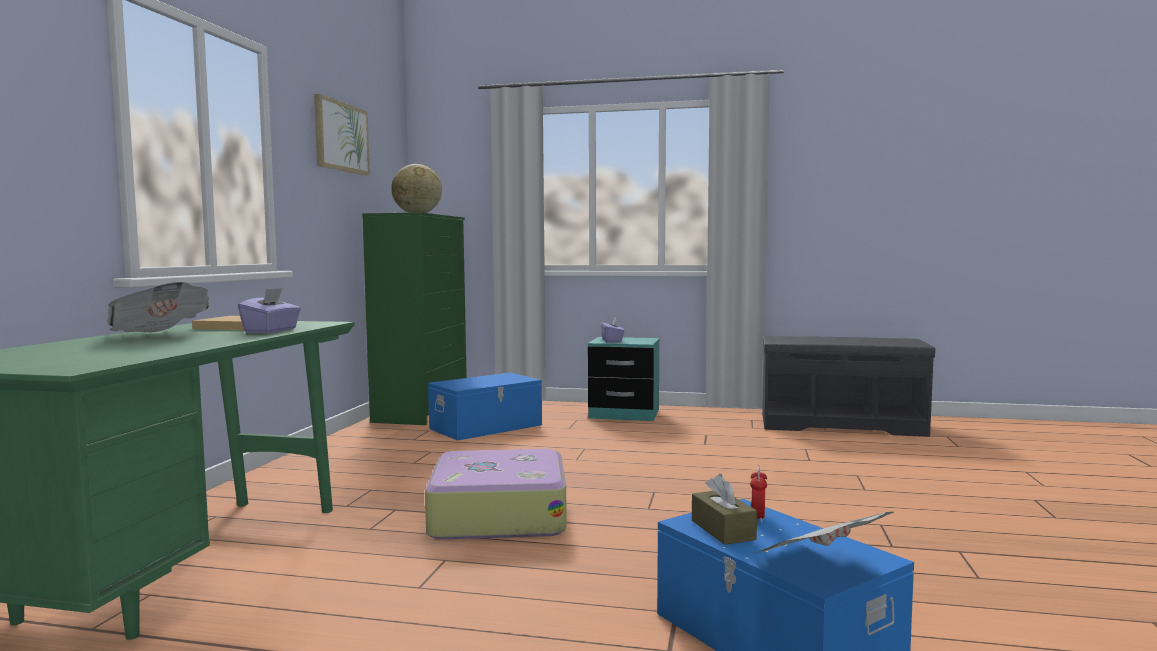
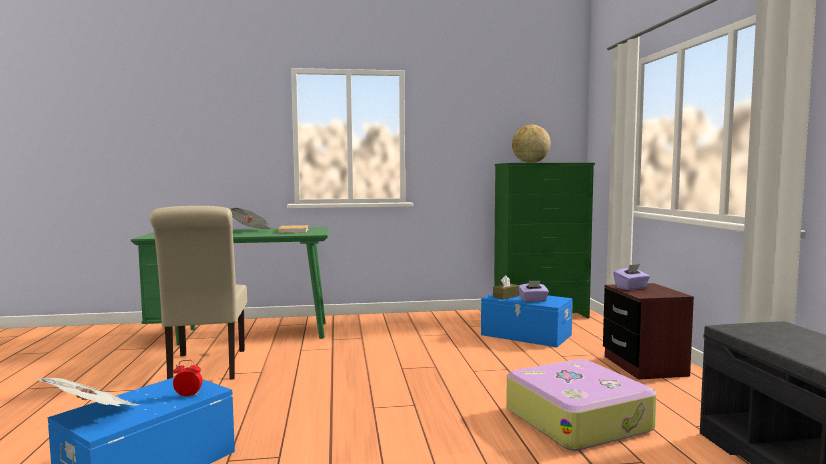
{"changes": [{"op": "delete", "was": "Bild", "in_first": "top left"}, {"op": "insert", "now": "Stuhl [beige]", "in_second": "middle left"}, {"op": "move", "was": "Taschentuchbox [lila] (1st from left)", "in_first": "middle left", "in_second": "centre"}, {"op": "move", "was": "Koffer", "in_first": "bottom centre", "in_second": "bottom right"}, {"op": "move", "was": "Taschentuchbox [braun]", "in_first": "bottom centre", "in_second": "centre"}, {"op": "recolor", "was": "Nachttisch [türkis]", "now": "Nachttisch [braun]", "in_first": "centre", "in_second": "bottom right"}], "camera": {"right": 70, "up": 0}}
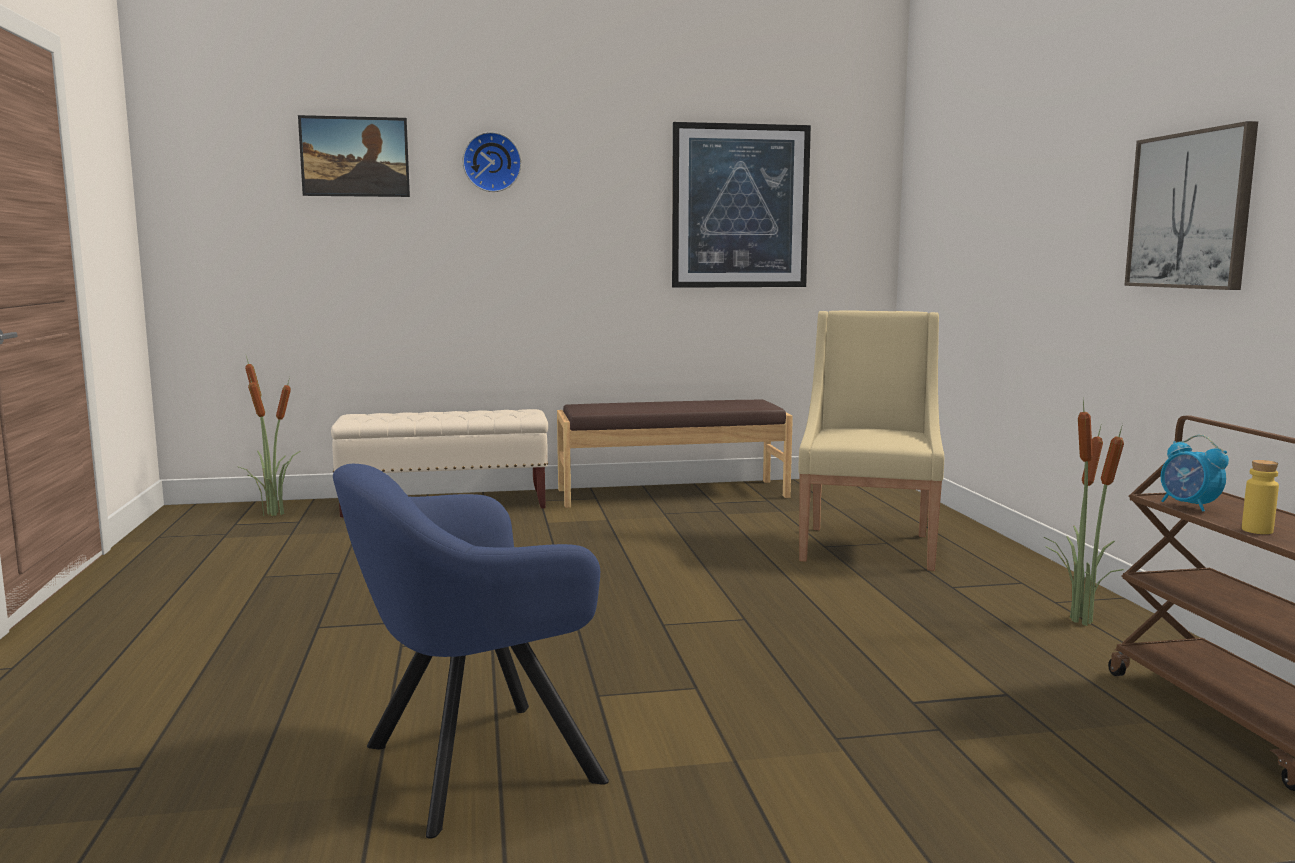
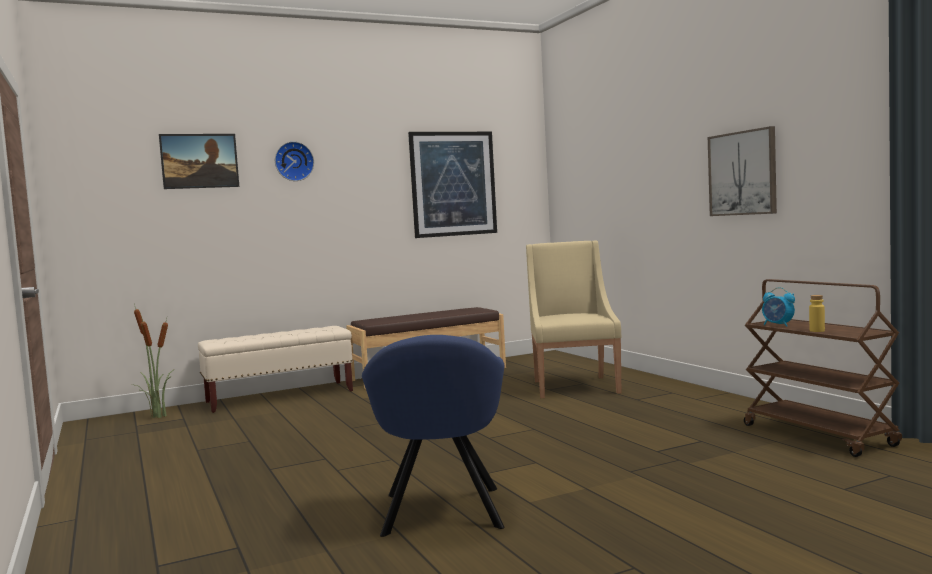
{"changes": [{"op": "delete", "was": "Topfpflanze (2nd from left)", "in_first": "middle right"}, {"op": "rotate", "was": "Sessel [blau]", "in_first": "bottom centre", "in_second": "bottom centre", "clockwise": -45}], "camera": {"right": -15, "up": -5}}
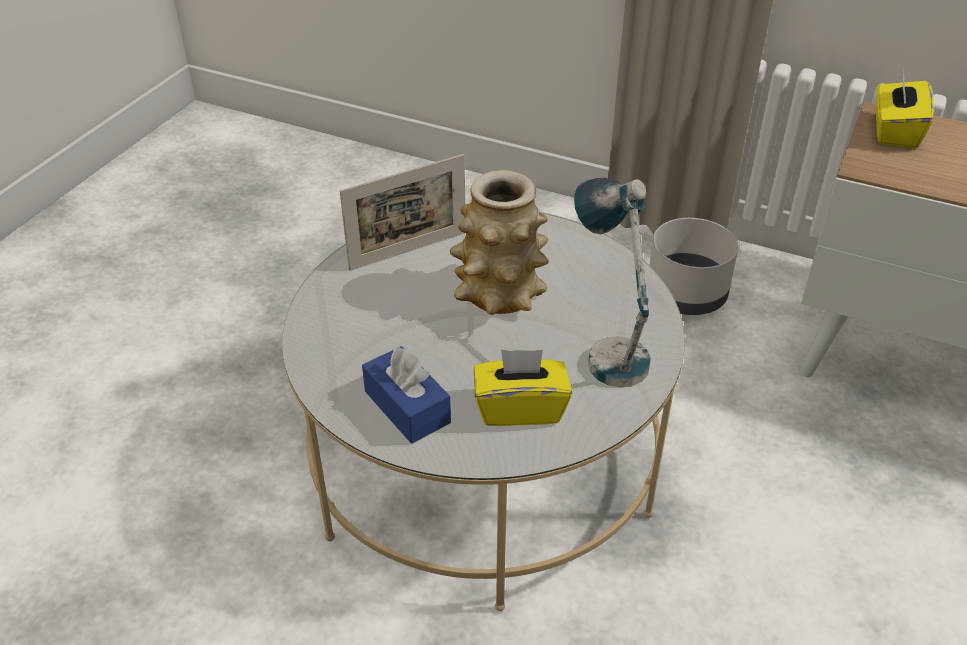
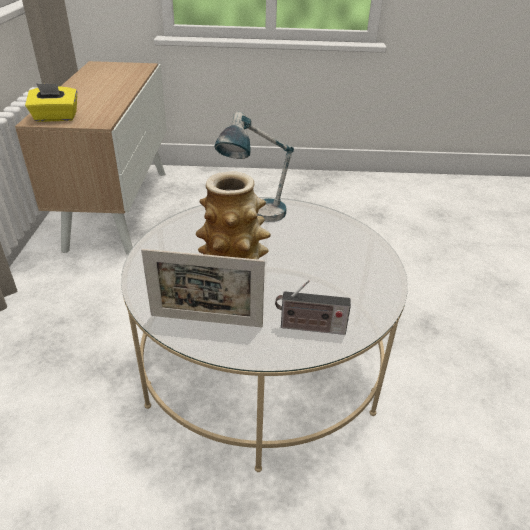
{"changes": [{"op": "delete", "was": "Taschentuchbox [blau]", "in_first": "centre"}, {"op": "delete", "was": "Taschentuchbox [gelb] (1st from left)", "in_first": "centre"}, {"op": "delete", "was": "Pflanzkübel [grau]", "in_first": "middle right"}, {"op": "insert", "now": "Radio", "in_second": "centre"}, {"op": "rotate", "was": "Bilderrahmen", "in_first": "top centre", "in_second": "centre", "clockwise": 150}], "camera": {"right": -115, "up": -5}}
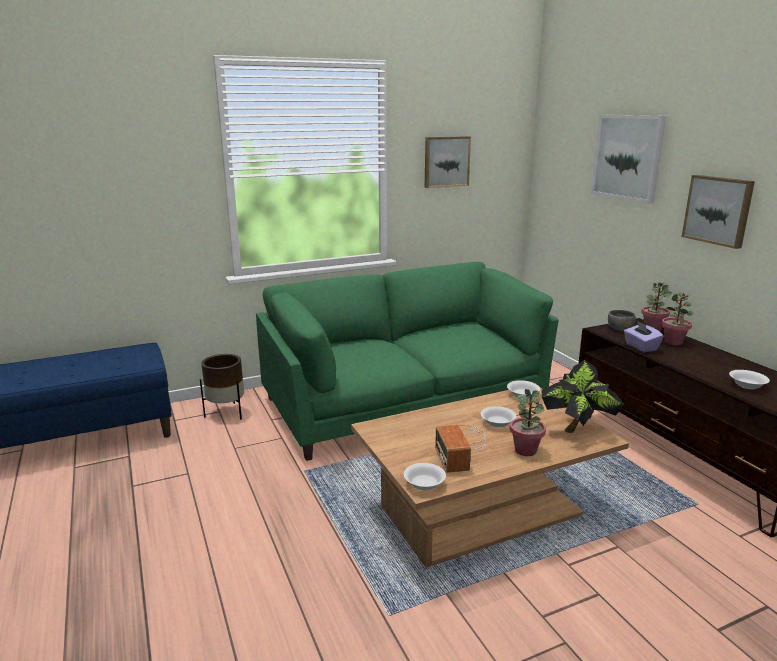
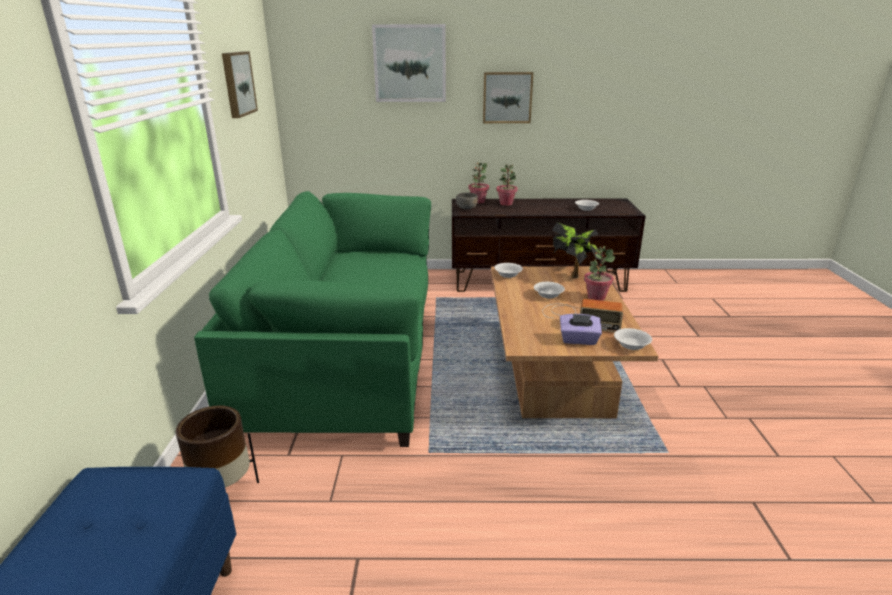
{"changes": [{"op": "move", "was": "Taschentuchbox [lila]", "in_first": "middle right", "in_second": "centre"}], "camera": {"right": -65, "up": 5}}
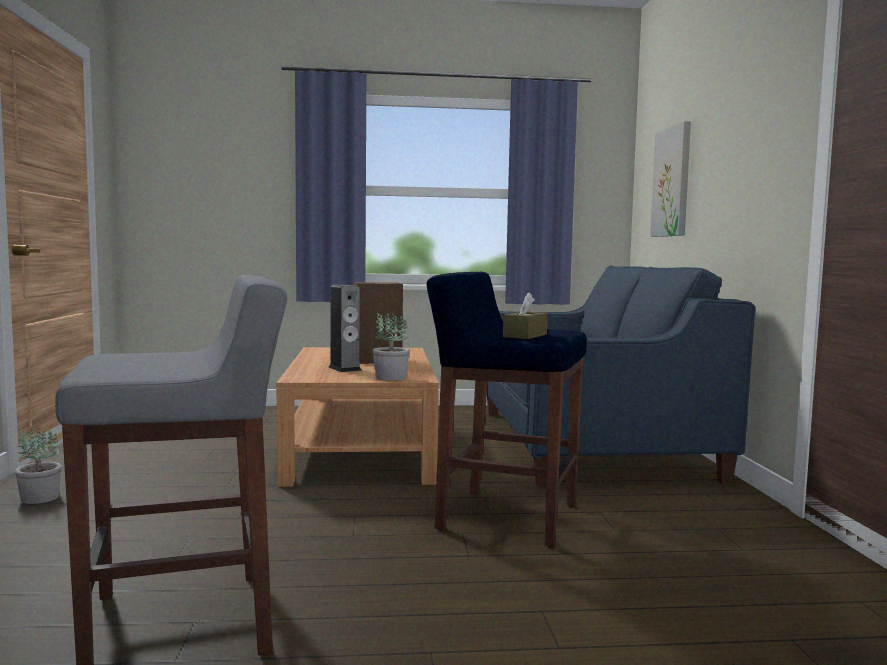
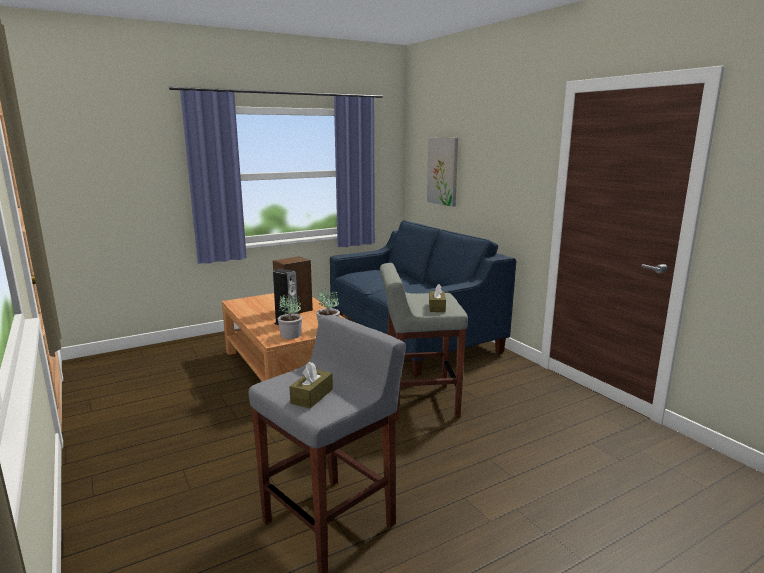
{"changes": [{"op": "insert", "now": "Taschentuchbox [braun] (1st from left)", "in_second": "bottom centre"}, {"op": "move", "was": "Topfpflanze (1st from left)", "in_first": "bottom left", "in_second": "centre"}, {"op": "recolor", "was": "Hocker [blau]", "now": "Hocker [grau] (2nd from left)", "in_first": "centre", "in_second": "centre"}], "camera": {"right": -25, "up": 10}}
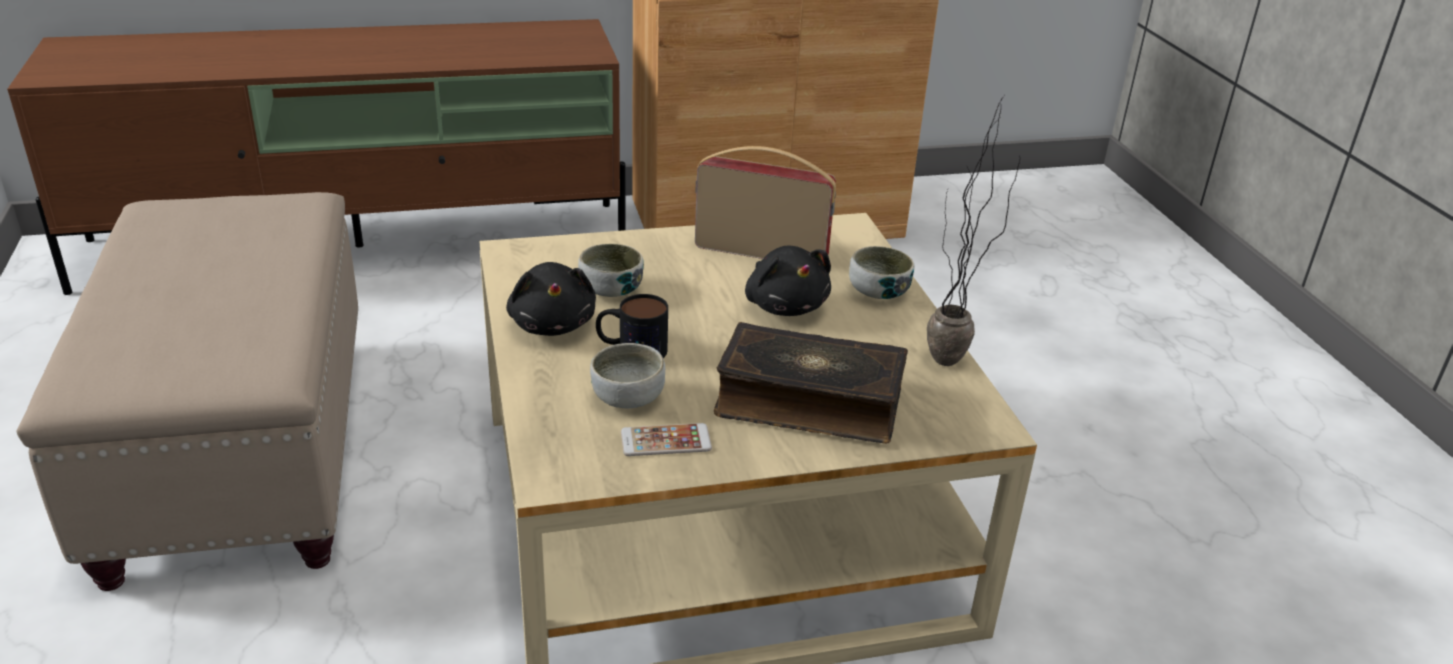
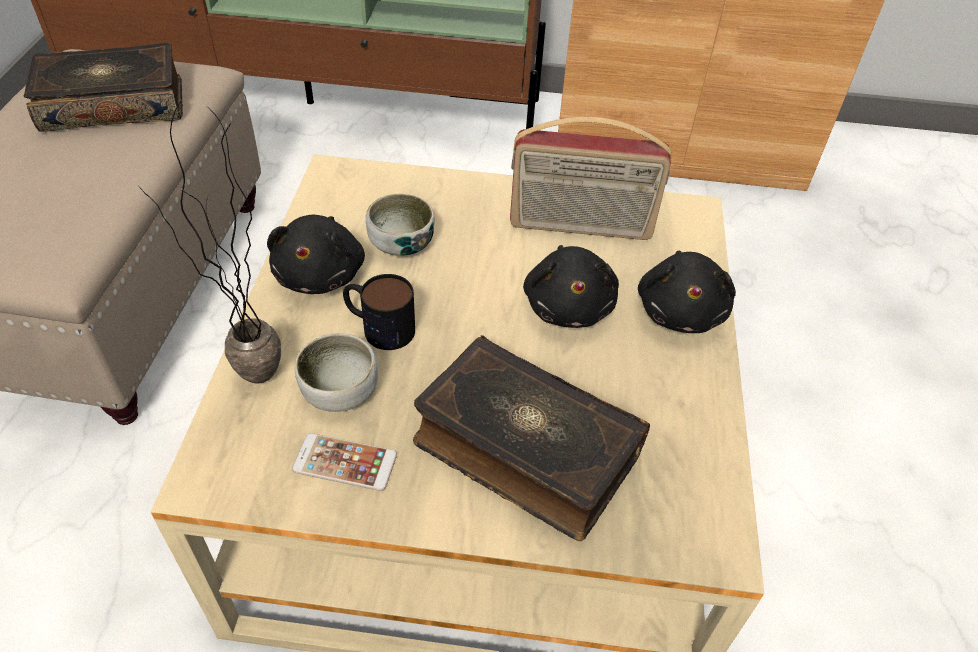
{"changes": [{"op": "insert", "now": "Buch (1st from left)", "in_second": "top left"}, {"op": "move", "was": "Topfpflanze", "in_first": "middle right", "in_second": "middle left"}, {"op": "replace", "was": "Schüssel (3rd from left)", "now": "Plüschtier [schwarz] (3rd from left)", "in_first": "centre", "in_second": "middle right"}, {"op": "rotate", "was": "Radio", "in_first": "top centre", "in_second": "top centre", "clockwise": 150}], "camera": {"right": 20, "up": 15}}
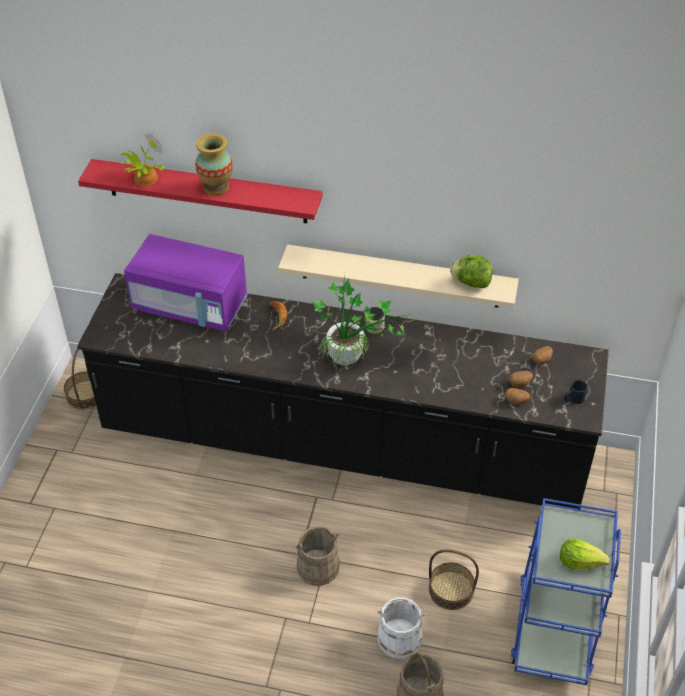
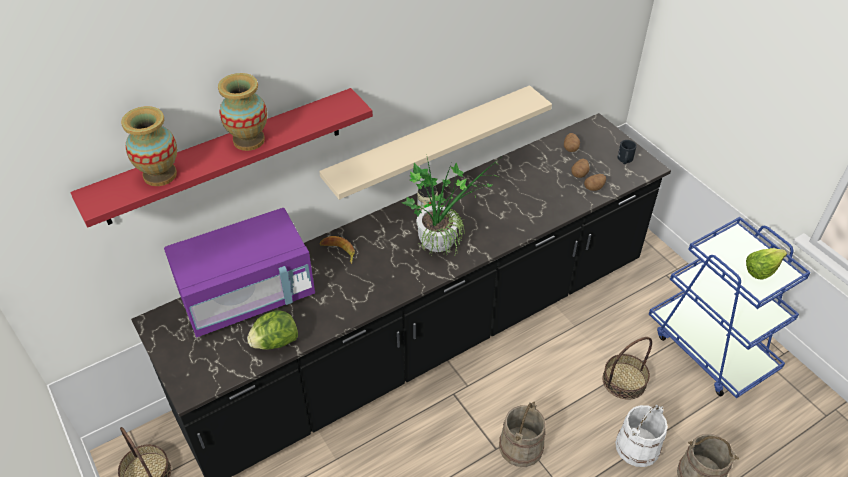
{"changes": [{"op": "move", "was": "Salatkopf (1st from left)", "in_first": "middle right", "in_second": "bottom left"}, {"op": "replace", "was": "Topfpflanze (1st from left)", "now": "Vase (1st from left)", "in_first": "top left", "in_second": "top left"}], "camera": {"right": -45, "up": 0}}
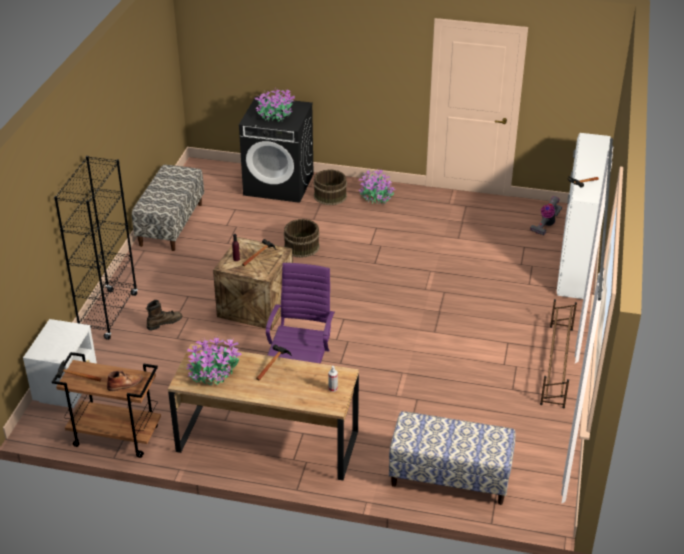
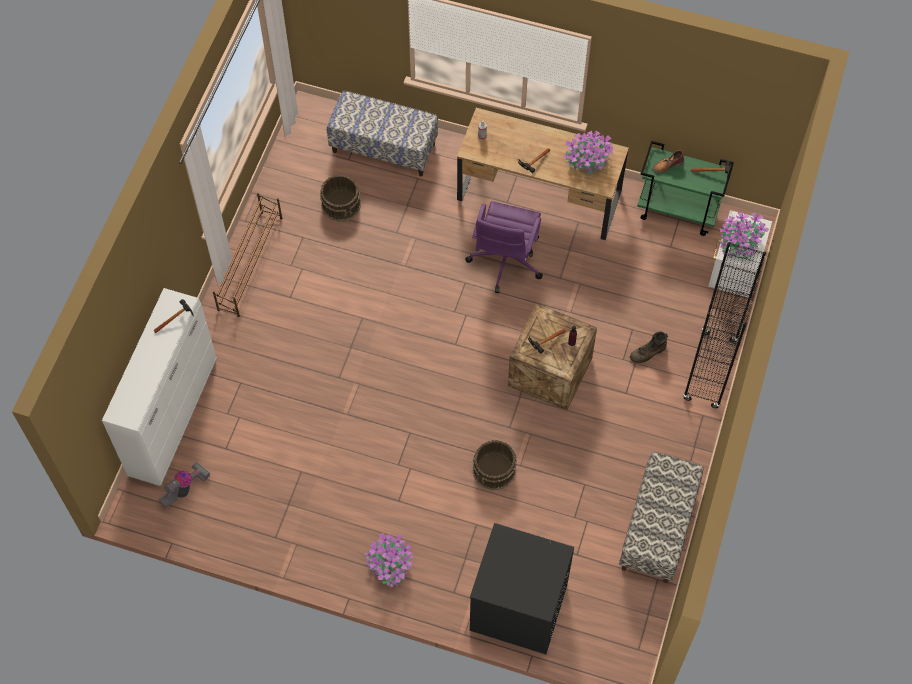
{"changes": [{"op": "move", "was": "Topfpflanze (2nd from left in the first image)", "now": "Topfpflanze (3rd from left)", "in_first": "top centre", "in_second": "middle right"}, {"op": "move", "was": "Eimer [braun] (2nd from left in the first image)", "now": "Eimer [braun] (1st from left)", "in_first": "centre", "in_second": "top centre"}, {"op": "recolor", "was": "Rollwagen [braun]", "now": "Rollwagen [grün]", "in_first": "bottom left", "in_second": "top right"}], "camera": {"right": -175, "up": 25}}
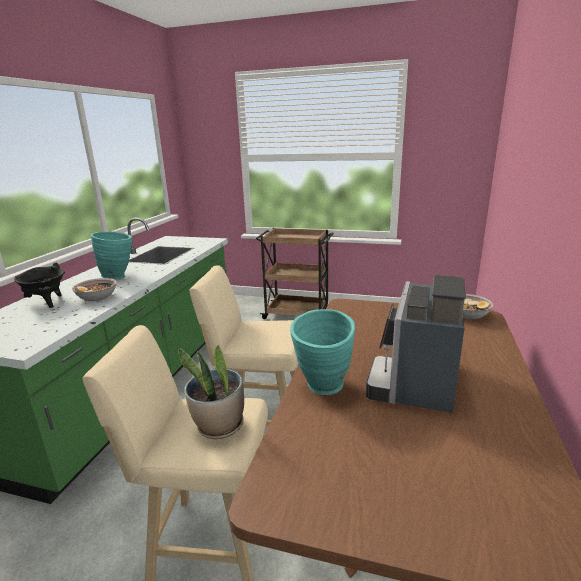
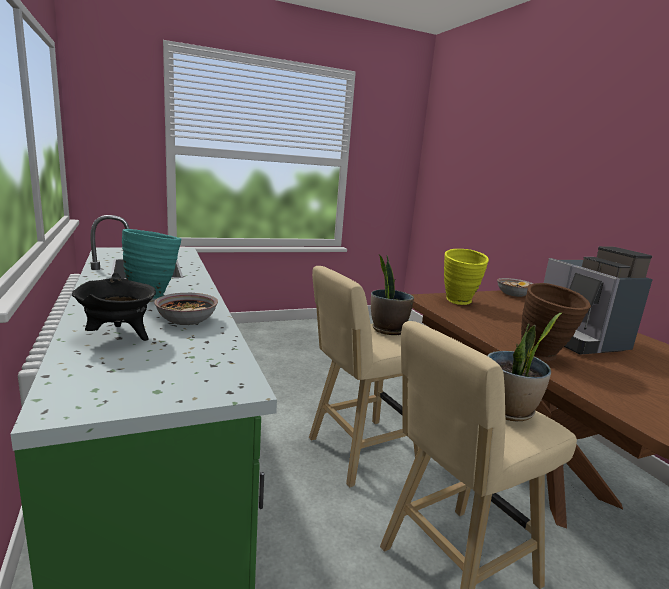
{"changes": [{"op": "delete", "was": "Rollwagen [braun]", "in_first": "centre"}, {"op": "insert", "now": "Topfpflanze (1st from left)", "in_second": "centre"}, {"op": "insert", "now": "Vase [gelb]", "in_second": "middle right"}, {"op": "recolor", "was": "Vase [türkis] (2nd from left)", "now": "Vase [braun]", "in_first": "centre", "in_second": "middle right"}], "camera": {"right": -40, "up": -5}}
